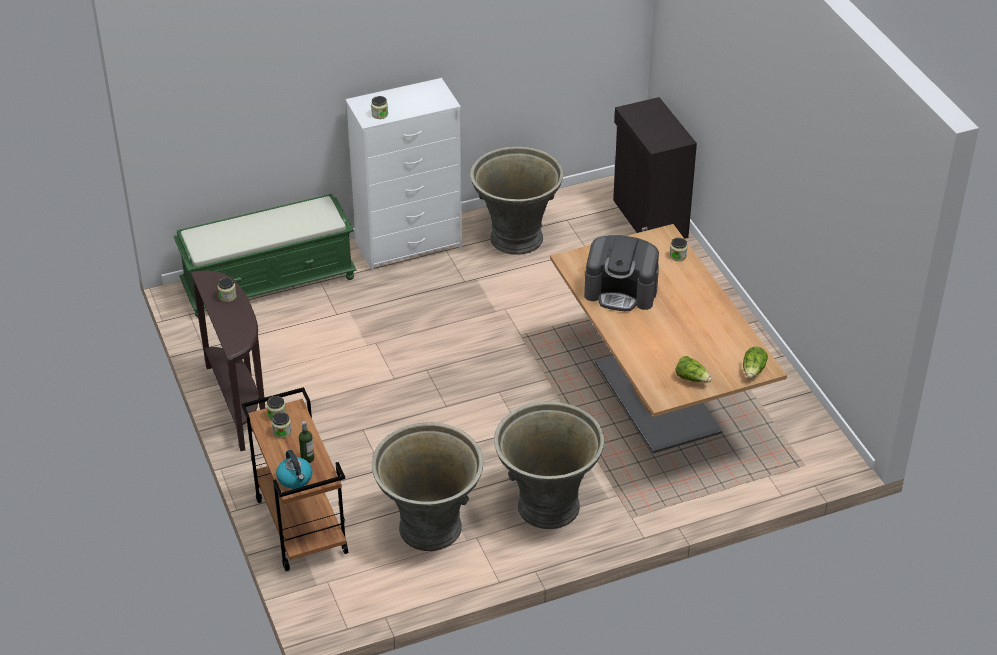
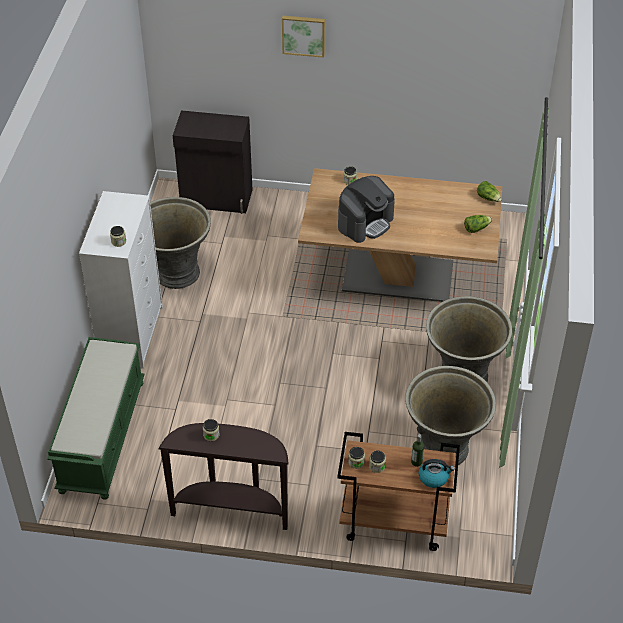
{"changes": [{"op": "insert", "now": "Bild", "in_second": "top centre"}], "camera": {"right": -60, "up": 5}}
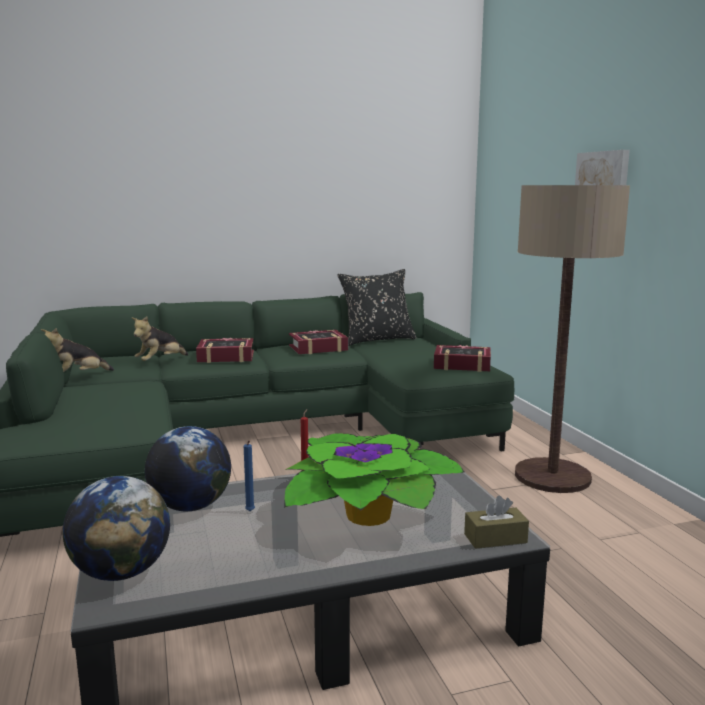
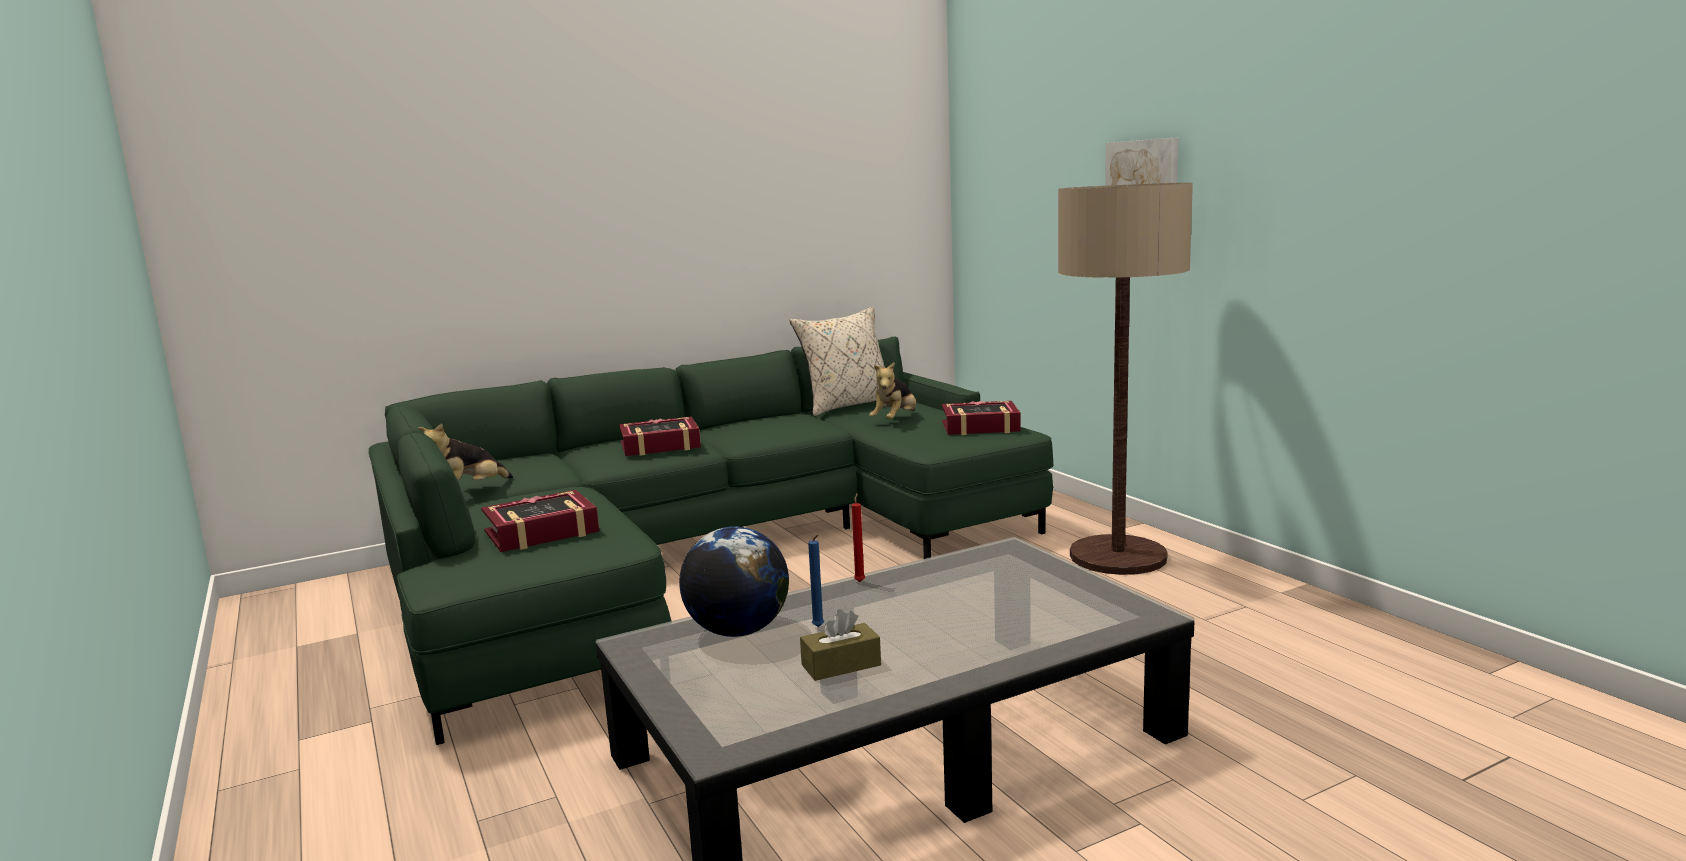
{"changes": [{"op": "delete", "was": "Globus (1st from left)", "in_first": "bottom left"}, {"op": "delete", "was": "Topfpflanze", "in_first": "bottom centre"}, {"op": "move", "was": "Plüschtier (2nd from left)", "in_first": "middle left", "in_second": "centre"}, {"op": "move", "was": "Buch (2nd from left in the first image)", "now": "Buch (1st from left)", "in_first": "centre", "in_second": "middle left"}, {"op": "move", "was": "Taschentuchbox [braun]", "in_first": "bottom right", "in_second": "bottom centre"}, {"op": "recolor", "was": "Kissen [schwarz]", "now": "Kissen [beige]", "in_first": "centre", "in_second": "centre"}], "camera": {"right": -10, "up": 0}}
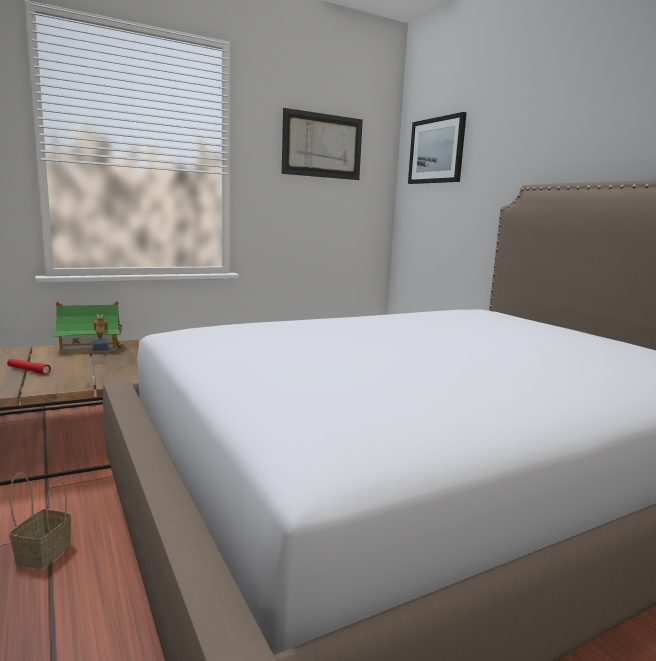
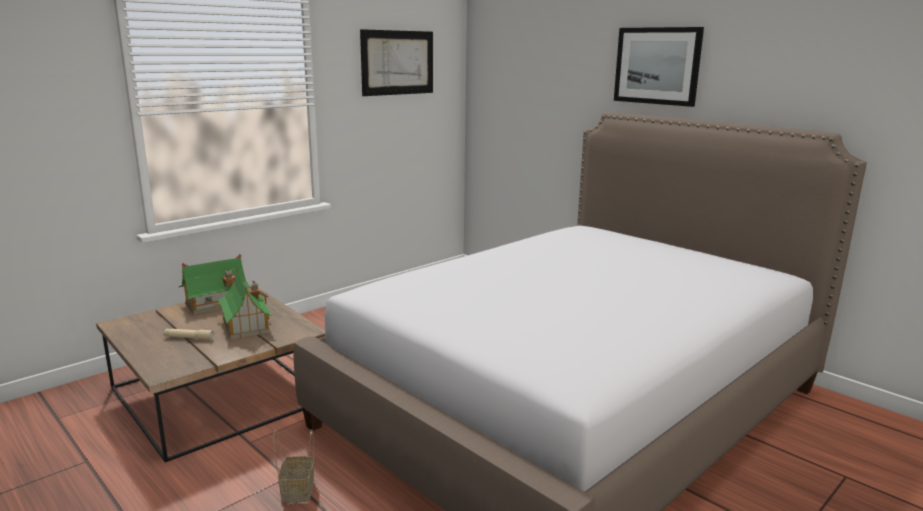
{"changes": [{"op": "insert", "now": "Spielzeughaus (2nd from left)", "in_second": "middle left"}, {"op": "move", "was": "Bild (2nd from left)", "in_first": "top centre", "in_second": "top right"}, {"op": "recolor", "was": "Taschenlampe [rot]", "now": "Taschenlampe [beige]", "in_first": "middle left", "in_second": "middle left"}], "camera": {"right": -15, "up": 5}}
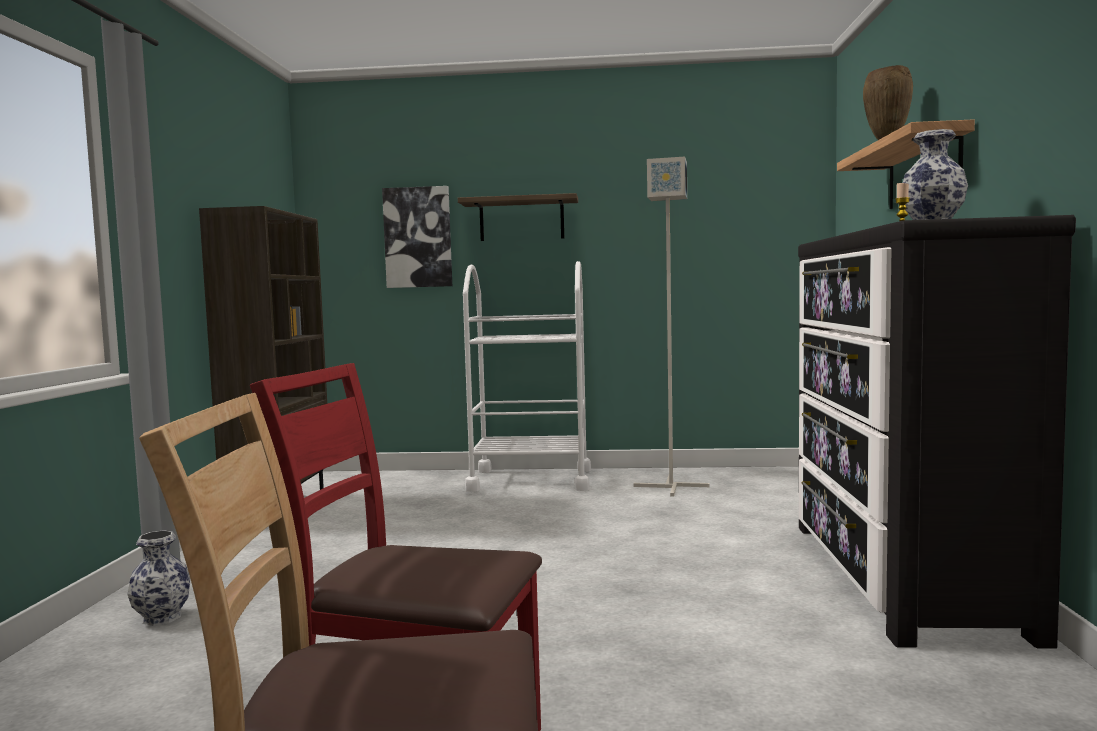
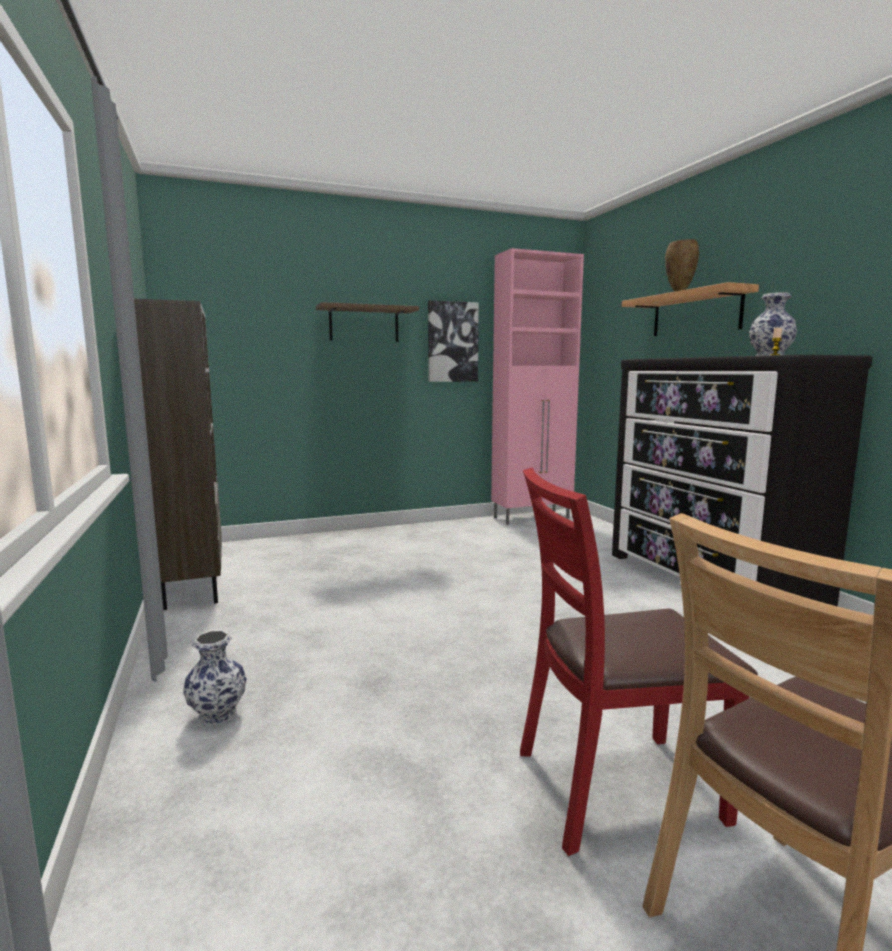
{"changes": [{"op": "delete", "was": "Rollwagen [weiß]", "in_first": "centre"}, {"op": "delete", "was": "Stehlampe [grau]", "in_first": "centre"}, {"op": "insert", "now": "Schrank [rosa]", "in_second": "centre"}, {"op": "move", "was": "Bild", "in_first": "top centre", "in_second": "centre"}], "camera": {"right": -25, "up": 5}}
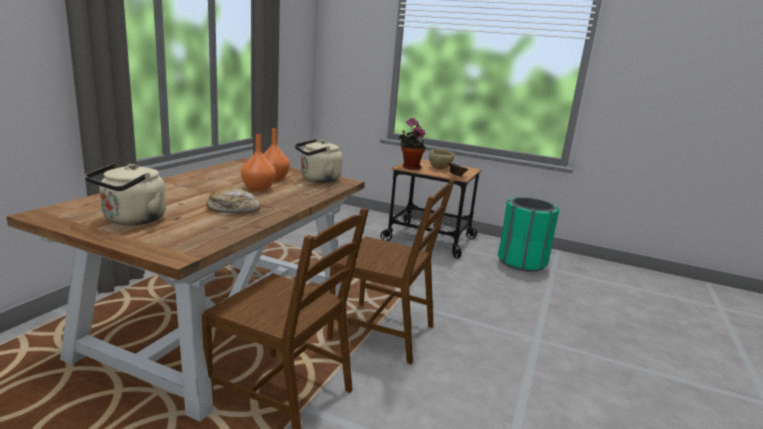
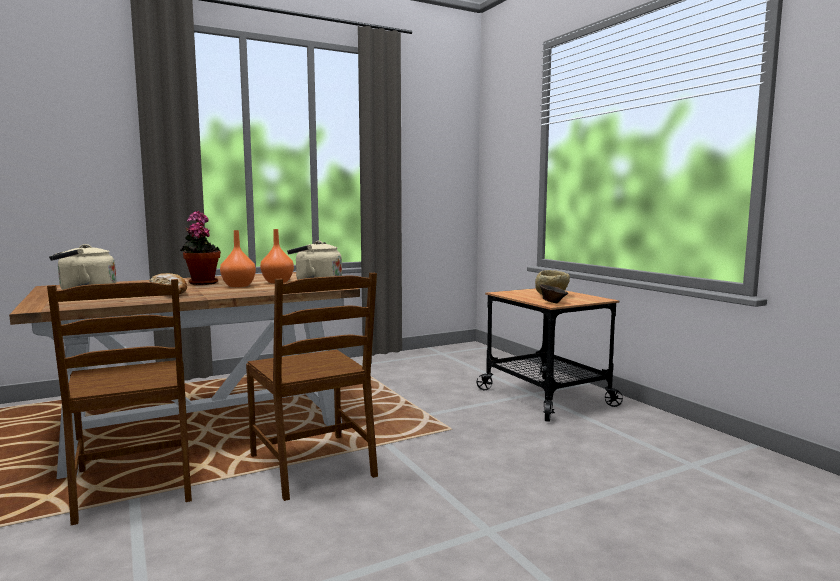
{"changes": [{"op": "delete", "was": "Mülleimer [grün]", "in_first": "middle right"}, {"op": "move", "was": "Topfpflanze", "in_first": "centre", "in_second": "middle left"}], "camera": {"right": 40, "up": -10}}
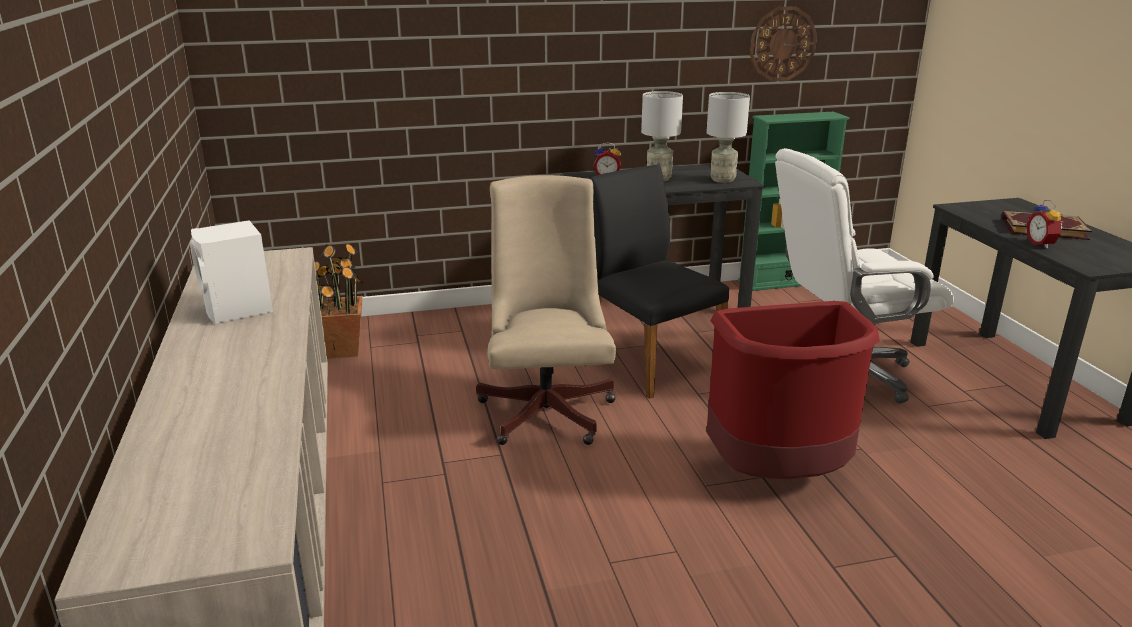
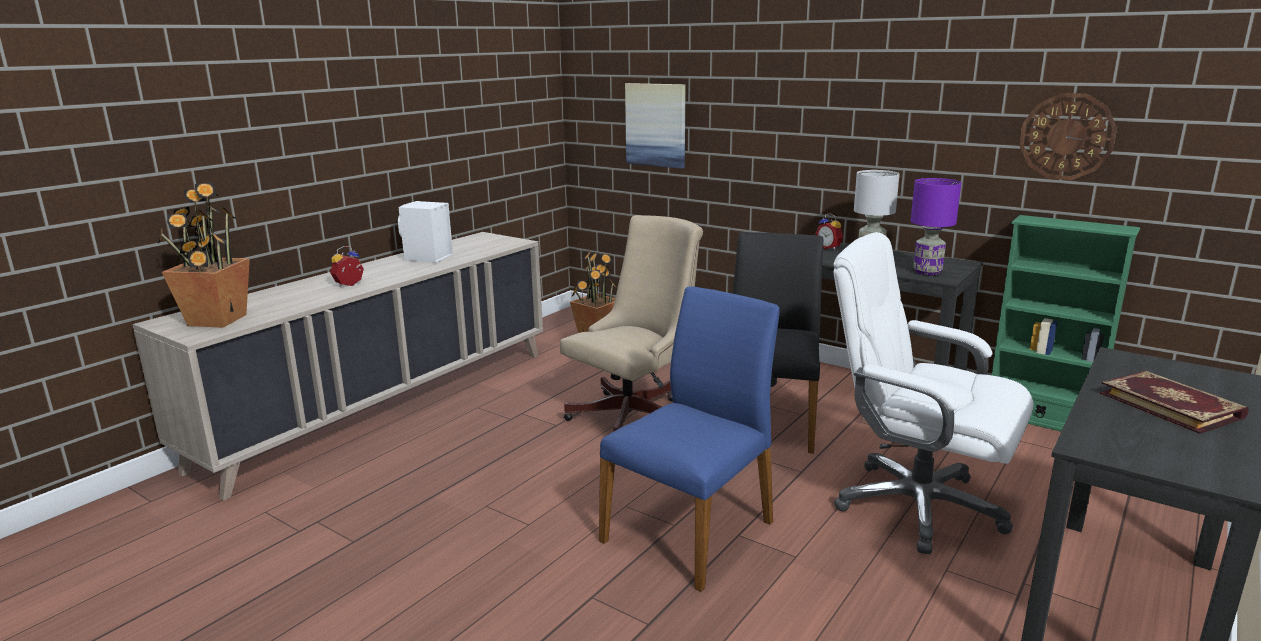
{"changes": [{"op": "insert", "now": "Topfpflanze (1st from left)", "in_second": "middle left"}, {"op": "insert", "now": "Bild", "in_second": "top centre"}, {"op": "move", "was": "Wecker (2nd from left in the first image)", "now": "Wecker (1st from left)", "in_first": "middle right", "in_second": "middle left"}, {"op": "replace", "was": "Mülleimer [rot]", "now": "Stuhl [blau]", "in_first": "middle right", "in_second": "bottom centre"}, {"op": "recolor", "was": "Tischlampe [grau] (2nd from left)", "now": "Tischlampe [lila]", "in_first": "top centre", "in_second": "middle right"}], "camera": {"right": 50, "up": -5}}
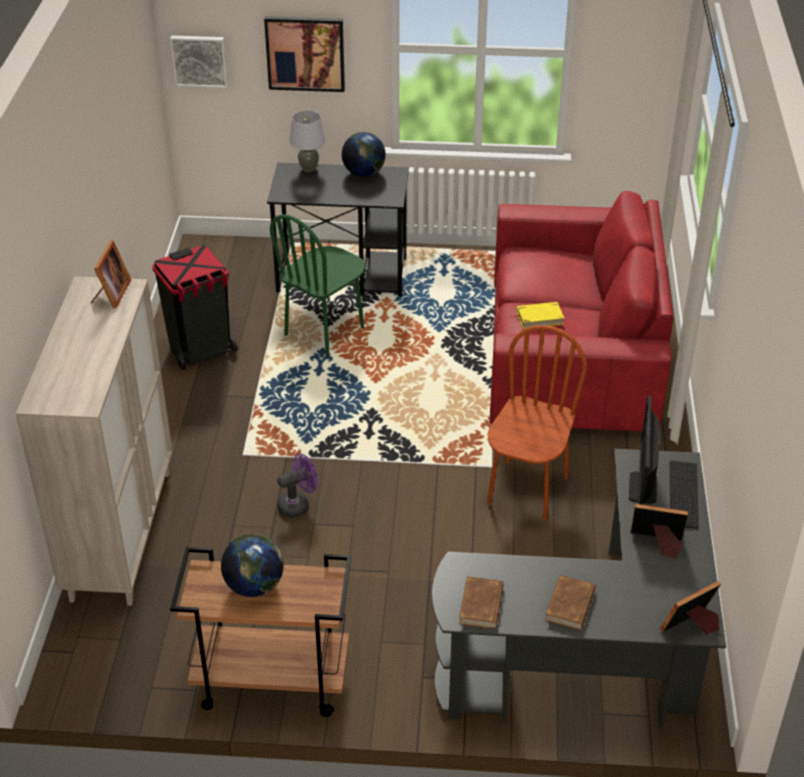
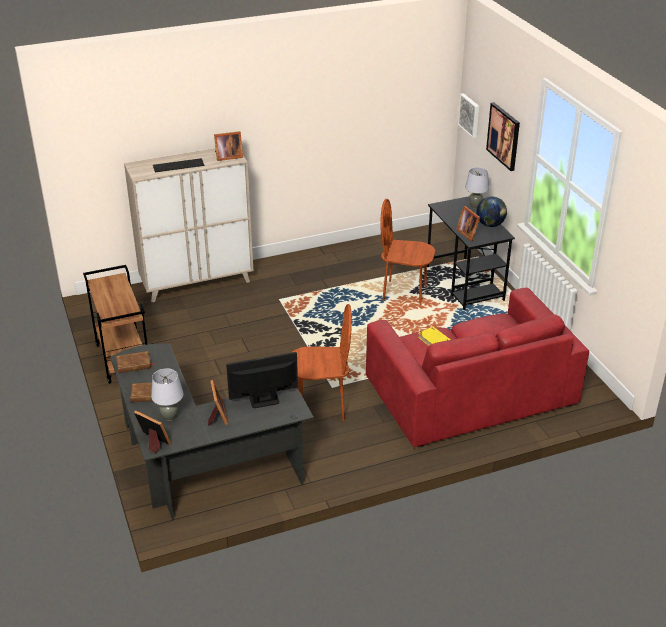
{"changes": [{"op": "delete", "was": "Mülleimer [schwarz]", "in_first": "middle left"}, {"op": "delete", "was": "Globus (1st from left)", "in_first": "bottom left"}, {"op": "delete", "was": "Ventilator [lila]", "in_first": "centre"}, {"op": "insert", "now": "Tischlampe [grau] (1st from left)", "in_second": "middle left"}, {"op": "insert", "now": "Bilderrahmen (4th from left)", "in_second": "middle right"}, {"op": "move", "was": "Tastatur", "in_first": "middle right", "in_second": "top left"}, {"op": "recolor", "was": "Stuhl [grün]", "now": "Stuhl [braun] (2nd from left)", "in_first": "centre", "in_second": "centre"}], "camera": {"right": 65, "up": -5}}
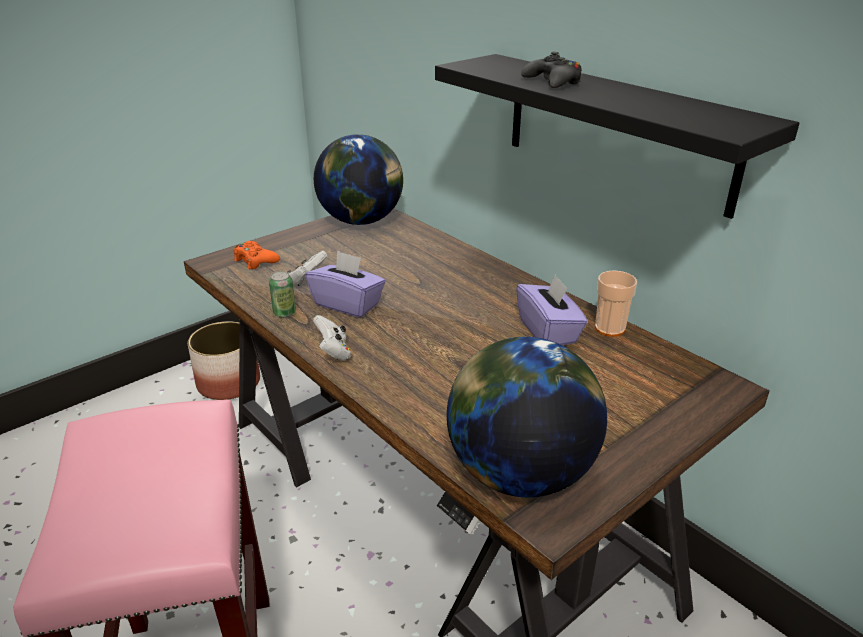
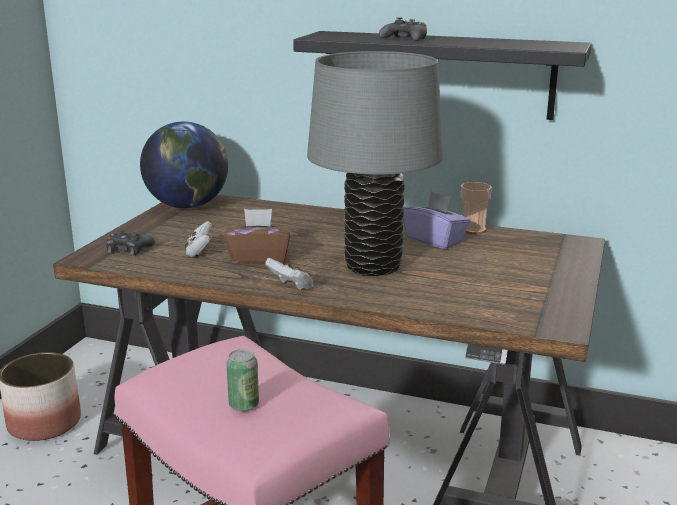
{"changes": [{"op": "delete", "was": "Globus (2nd from left)", "in_first": "centre"}, {"op": "insert", "now": "Tischlampe [grau]", "in_second": "top centre"}, {"op": "move", "was": "Dose", "in_first": "middle left", "in_second": "bottom centre"}, {"op": "recolor", "was": "Gamepad [orange]", "now": "Gamepad [schwarz] (1st from left)", "in_first": "middle left", "in_second": "middle left"}, {"op": "recolor", "was": "Taschentuchbox [lila] (1st from left)", "now": "Taschentuchbox [braun]", "in_first": "centre", "in_second": "centre"}], "camera": {"right": -30, "up": -10}}
